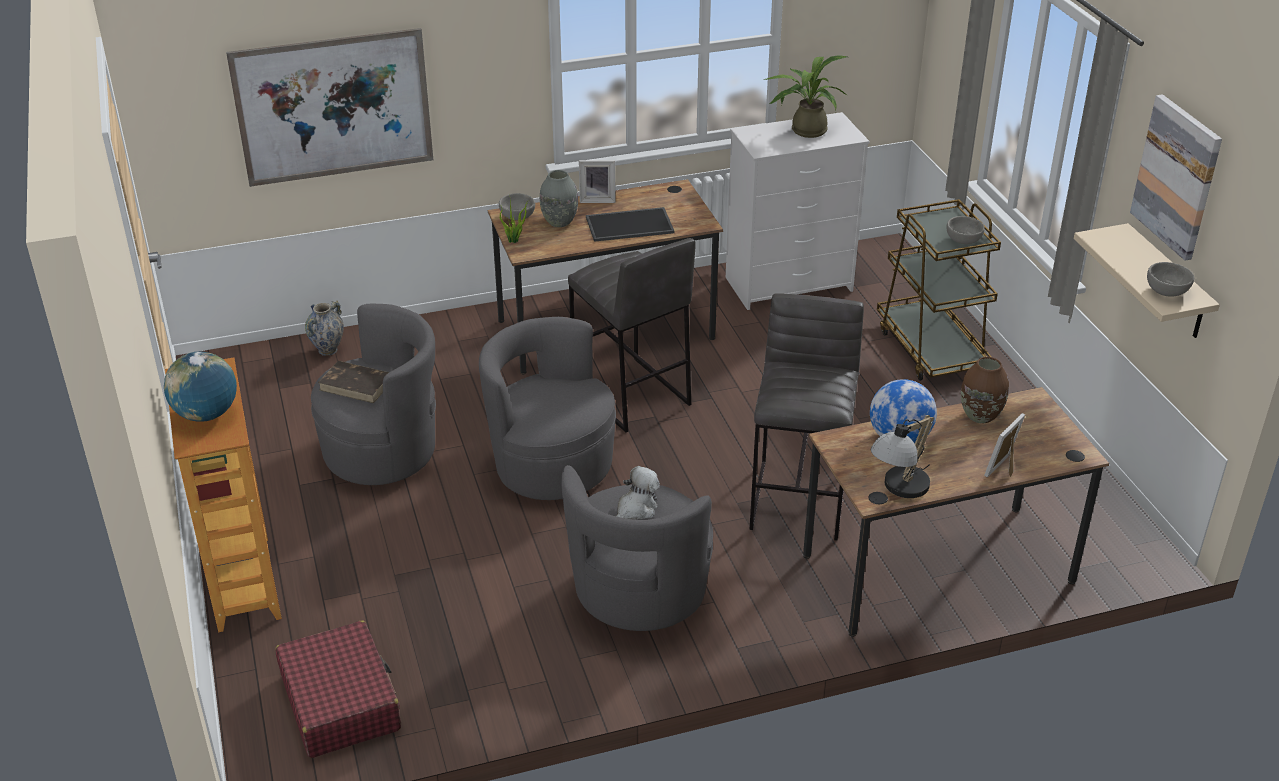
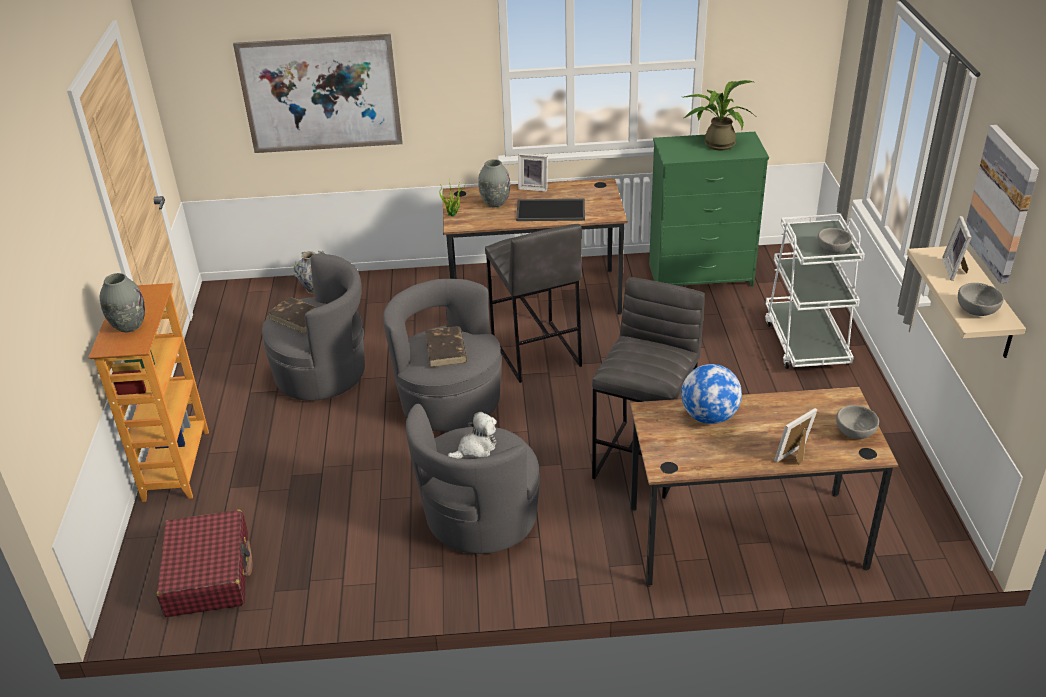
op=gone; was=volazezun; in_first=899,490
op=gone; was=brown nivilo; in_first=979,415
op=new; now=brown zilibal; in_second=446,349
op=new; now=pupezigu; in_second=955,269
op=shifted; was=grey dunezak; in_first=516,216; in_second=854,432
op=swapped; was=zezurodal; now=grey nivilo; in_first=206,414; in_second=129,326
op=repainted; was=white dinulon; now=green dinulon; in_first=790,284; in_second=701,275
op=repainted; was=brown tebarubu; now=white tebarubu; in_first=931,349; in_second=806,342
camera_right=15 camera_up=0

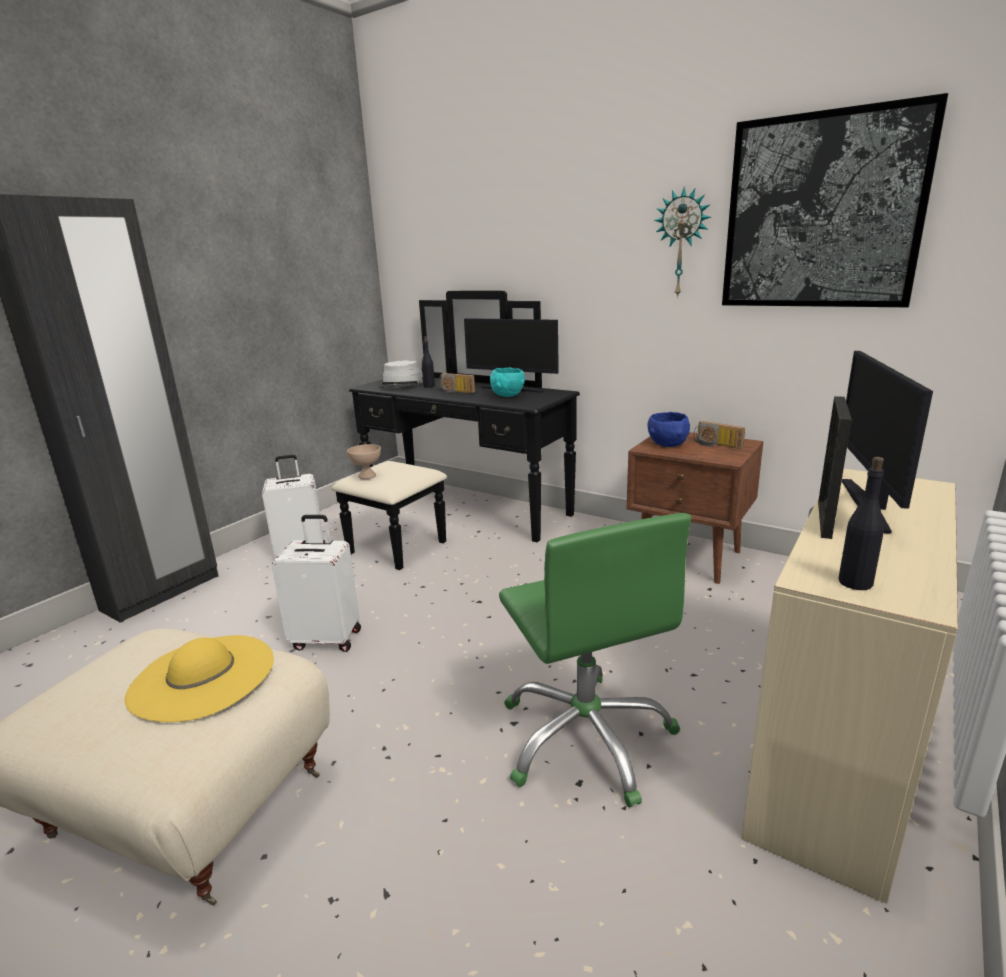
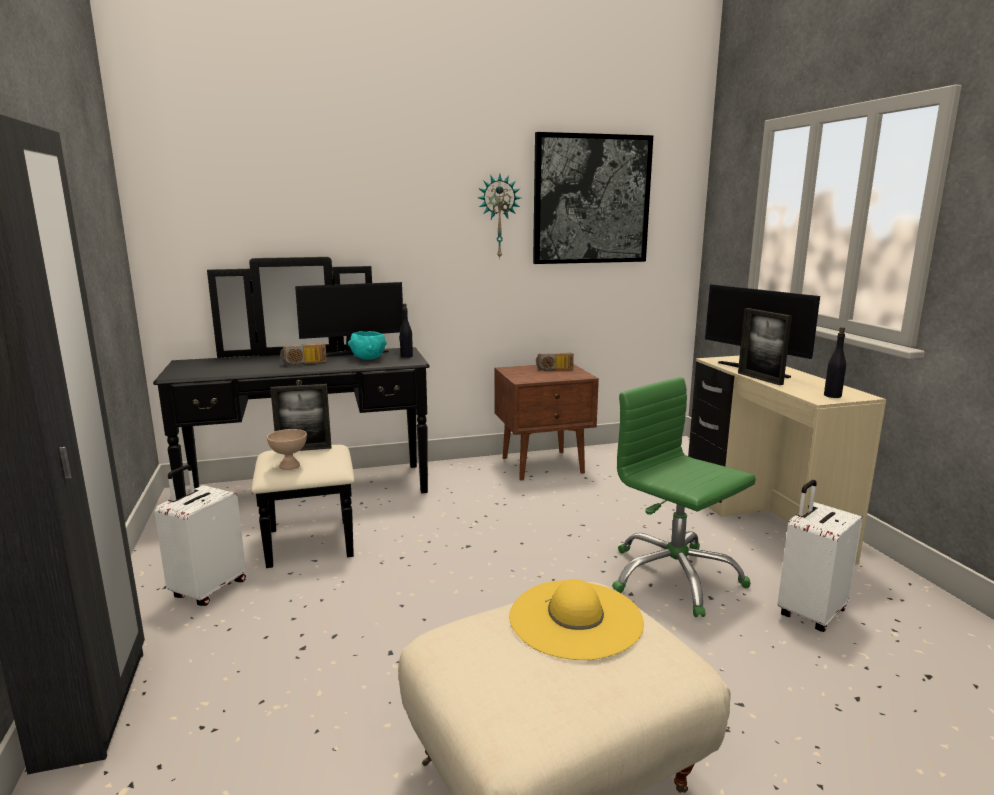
op=gone; was=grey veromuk; in_first=401,384
op=gone; was=blue dunezak; in_first=667,445
op=new; now=pupezigu; in_second=304,449
op=shifted; was=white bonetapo; in_first=327,638; in_second=810,613
op=shifted; was=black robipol; in_first=429,386; in_second=406,356
op=rotated; was=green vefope; in_first=586,737; in_second=674,577; clockwise=-150
camera_right=-50 camera_up=-5

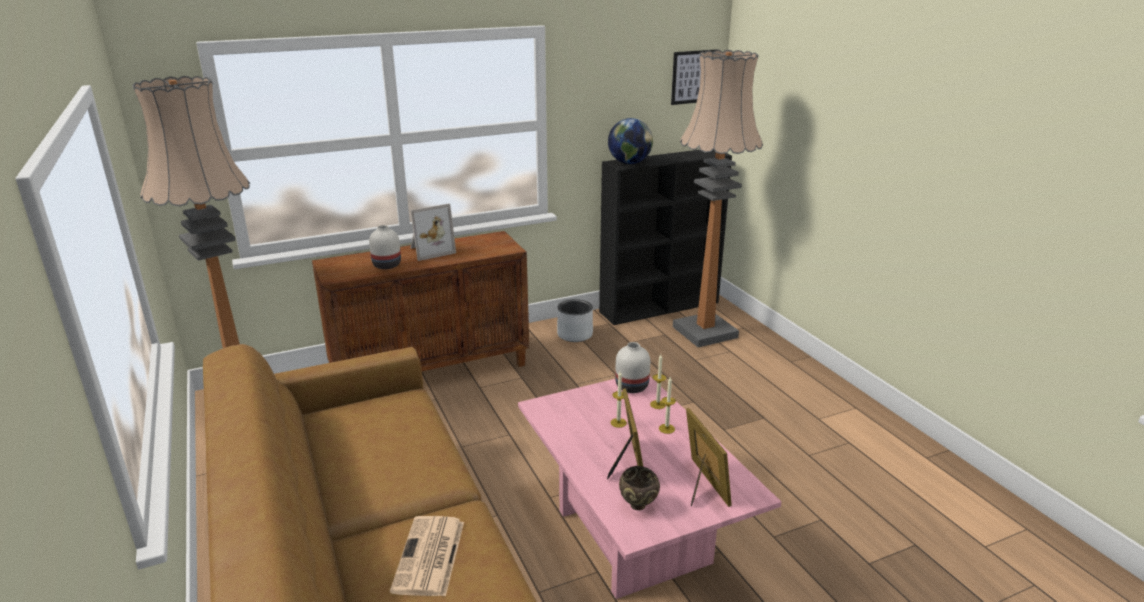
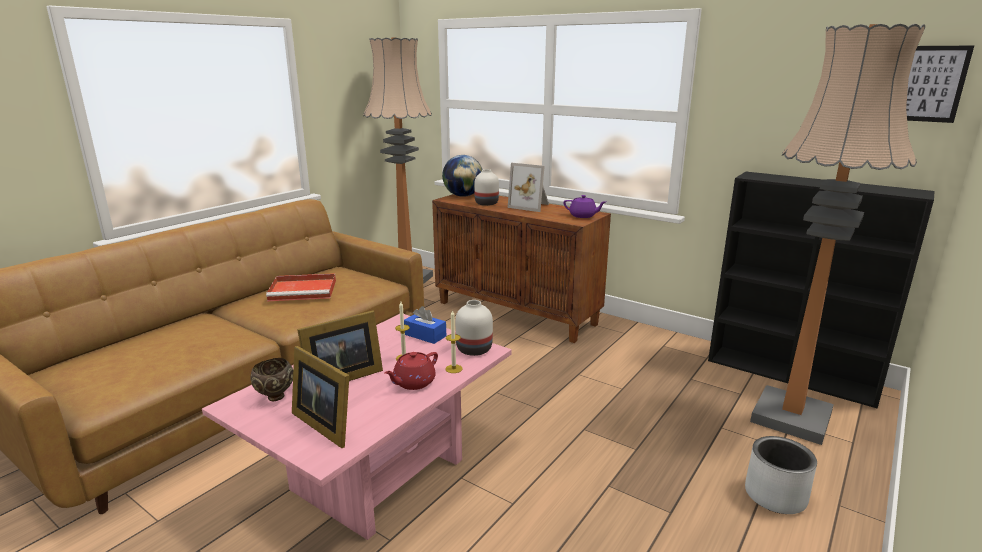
op=gone; was=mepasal; in_first=429,557
op=new; now=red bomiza; in_second=304,290
op=new; now=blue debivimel; in_second=425,335
op=new; now=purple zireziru; in_second=583,216
op=shifted; was=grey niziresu; in_first=574,335; in_second=774,496
op=shifted; was=zezurodal; in_first=629,163; in_second=463,196
op=swapped; was=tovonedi; now=red zireziru; in_first=666,428; in_second=413,383
op=rotated; was=pupezigu; in_first=702,485; in_second=325,423; clockwise=90
camera_right=60 camera_up=-5

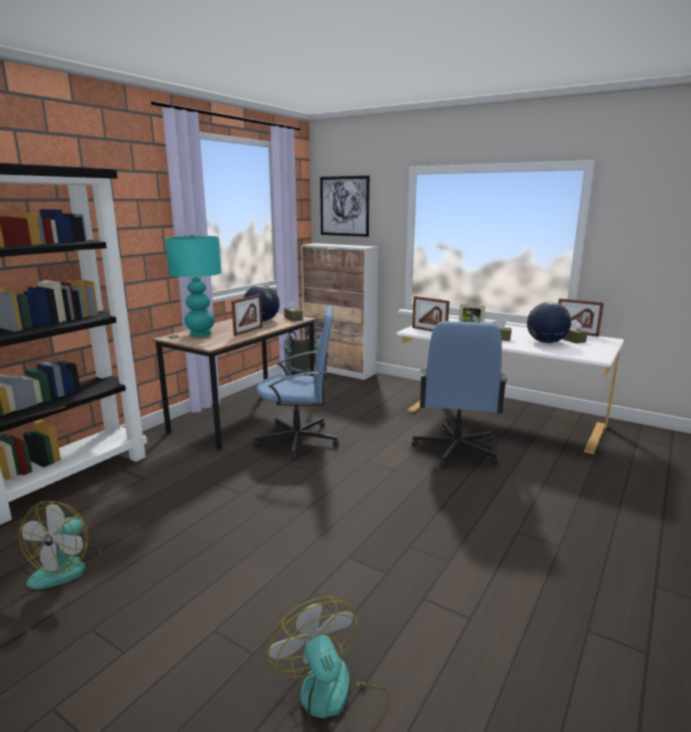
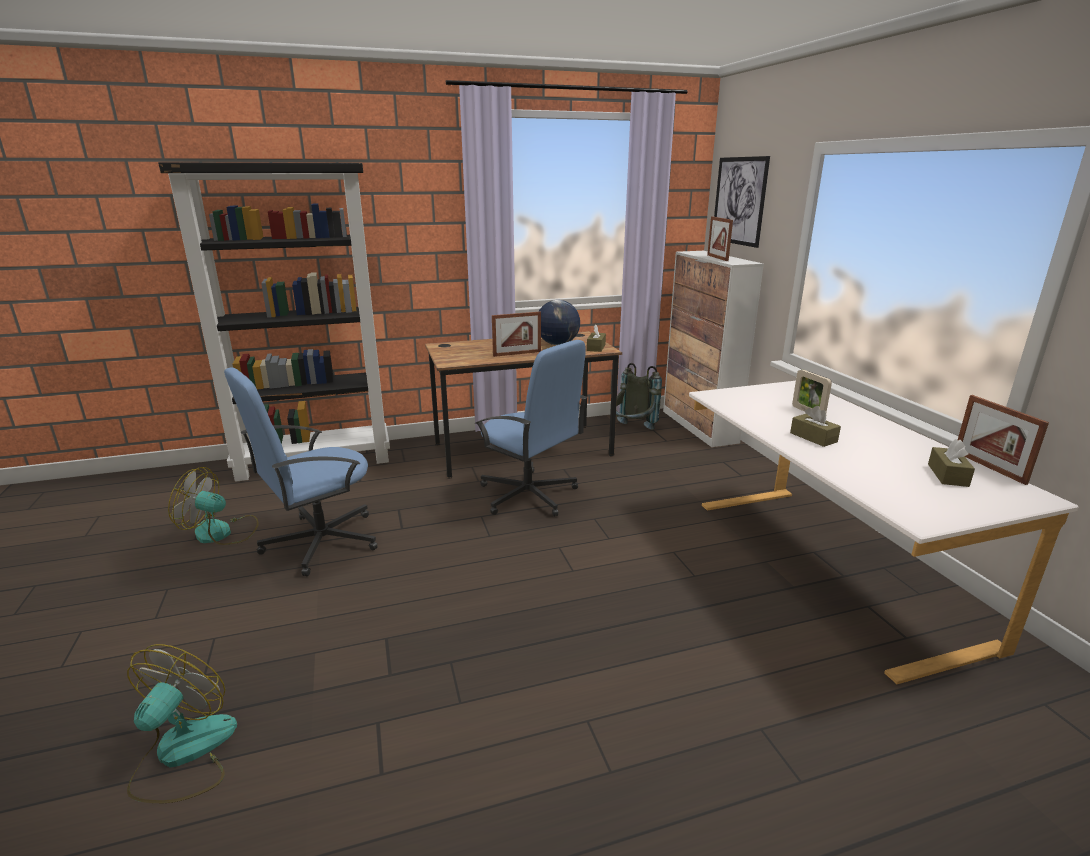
op=gone; was=turquoise volazezun; in_first=201,334
op=gone; was=zezurodal; in_first=546,342
op=shifted; was=blue vefope; in_first=455,450; in_second=320,542
op=shifted; was=pupezigu; in_first=429,330; in_second=717,258
op=rotated; was=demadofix; in_first=67,566; in_second=222,533; clockwise=45
camera_right=40 camera_up=5

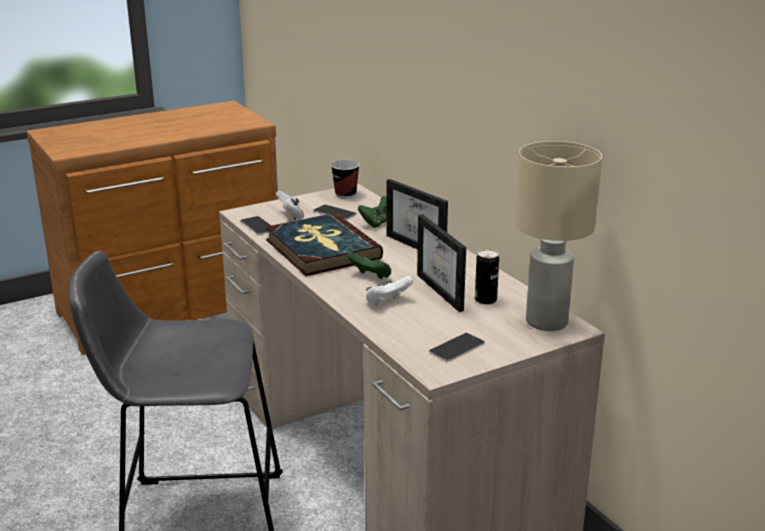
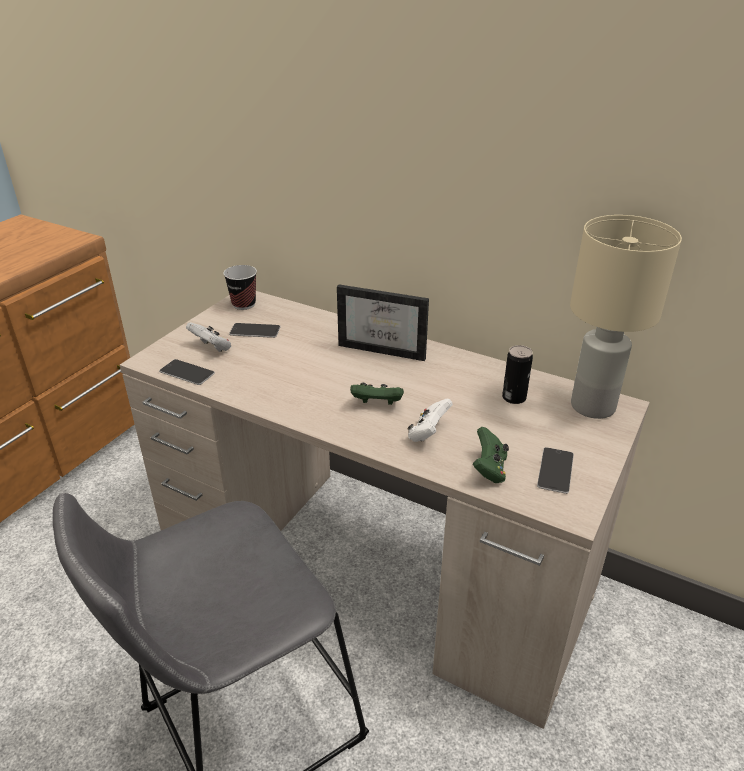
op=gone; was=zilibal; in_first=322,249
op=gone; was=pupezigu; in_first=448,291
op=shifted; was=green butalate; in_first=378,223; in_second=489,469
camera_right=-30 camera_up=10

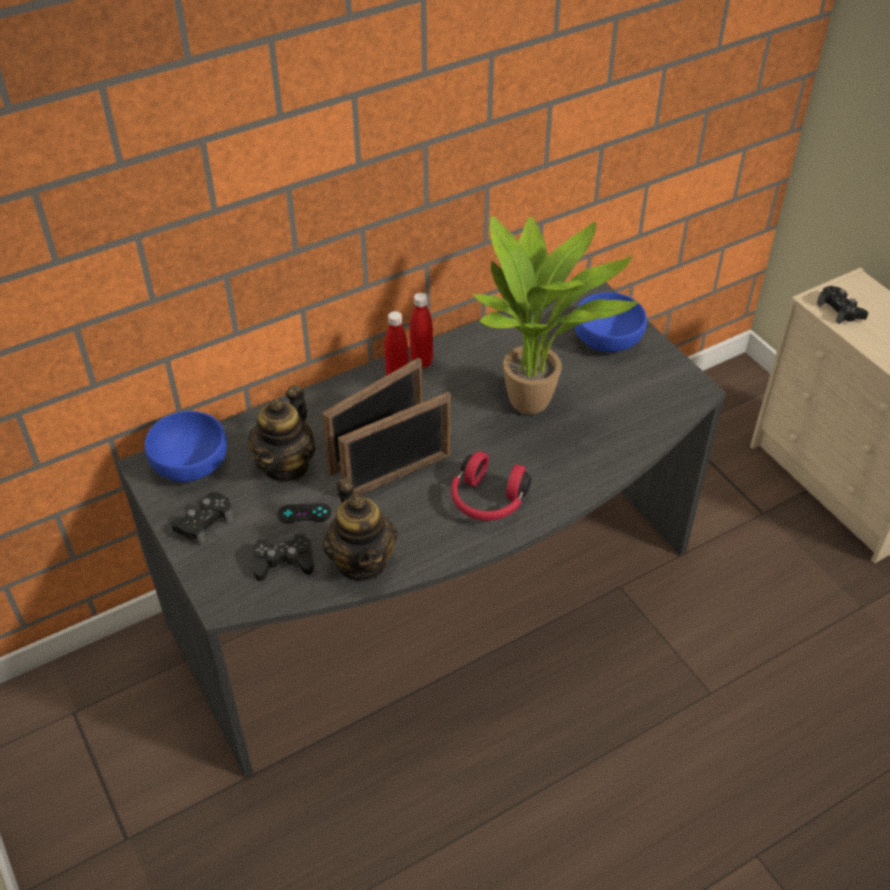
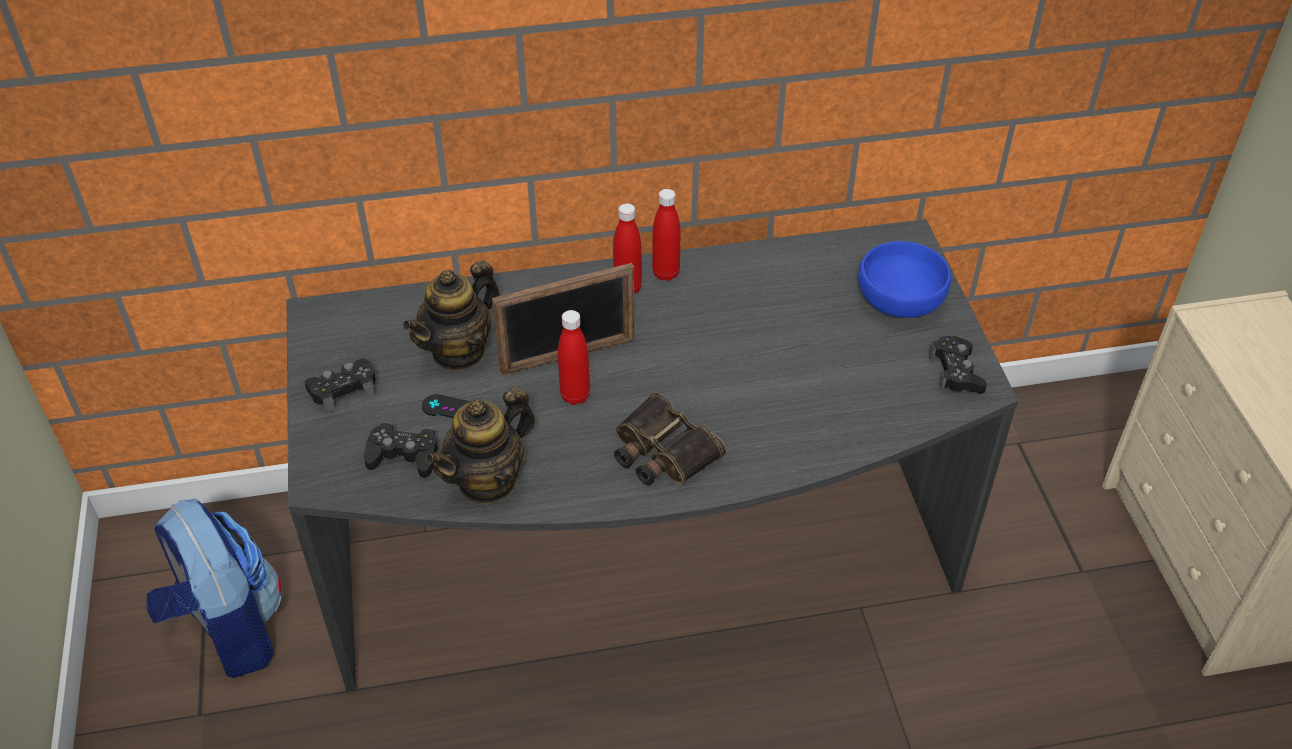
op=gone; was=blue dunezak; in_first=189,463
op=gone; was=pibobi; in_first=536,403
op=new; now=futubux; in_second=228,630
op=shifted; was=black butalate; in_first=840,310; in_second=956,372
op=swapped; was=pupezigu; now=red robipol; in_first=398,476; in_second=575,396
op=swapped; was=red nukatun; now=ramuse; in_first=487,501; in_second=661,451
op=rotated; was=zireziru; in_first=362,562; in_second=488,481; clockwise=45
camera_right=20 camera_up=0

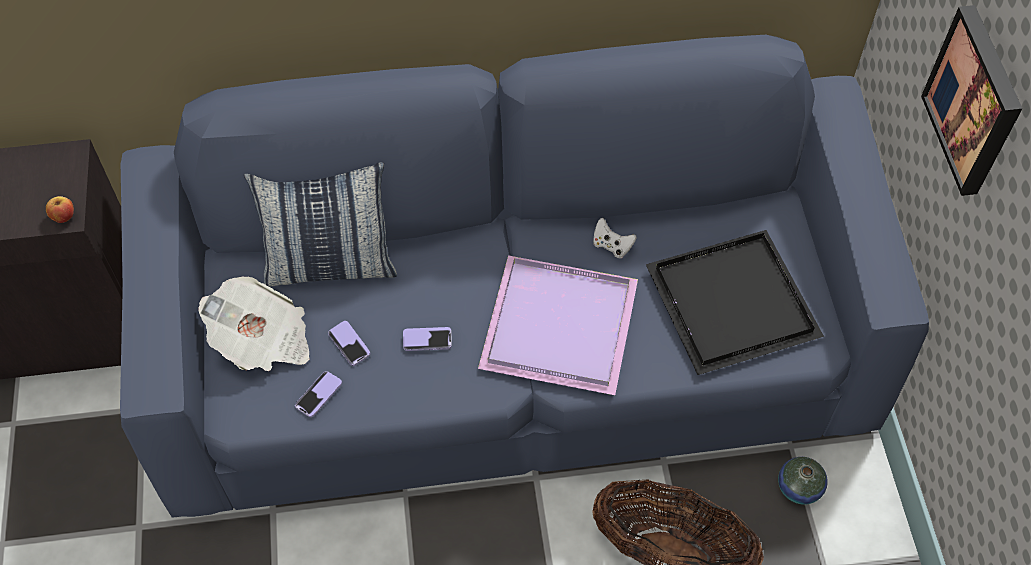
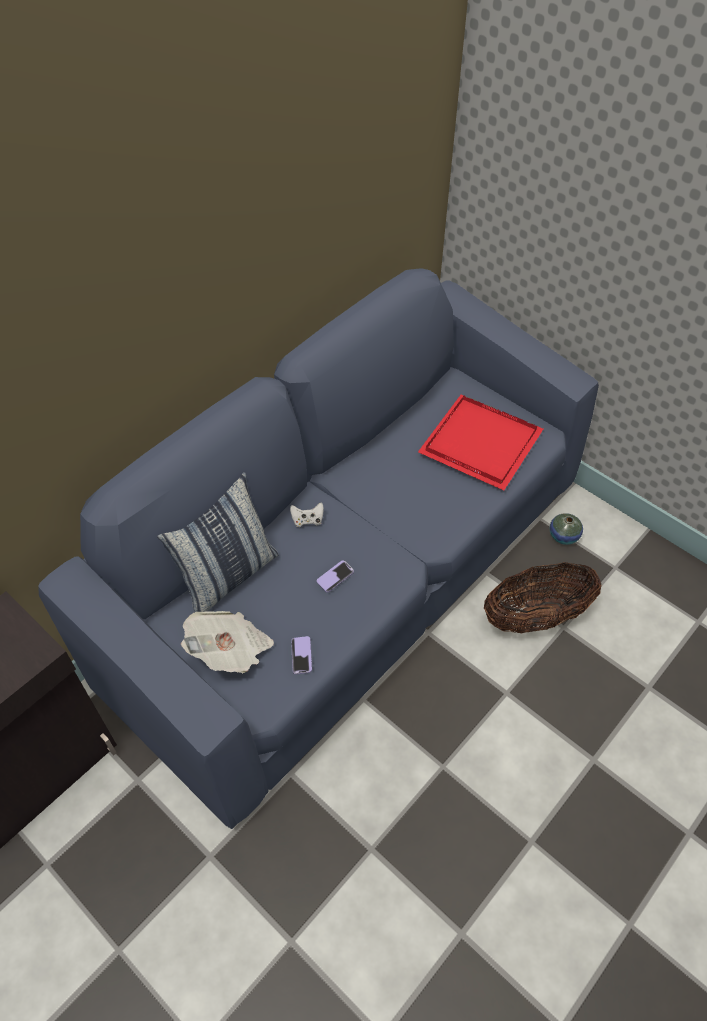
op=gone; was=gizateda; in_first=63,216
op=gone; was=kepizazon; in_first=349,344
op=gone; was=purple bomiza; in_first=562,324
op=gone; was=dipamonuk; in_first=976,101
op=shifted; was=white butalate; in_first=612,246; in_second=307,520
op=repainted; was=black bomiza; now=red bomiza; in_first=728,301; in_second=478,443
camera_right=-40 camera_up=-5

